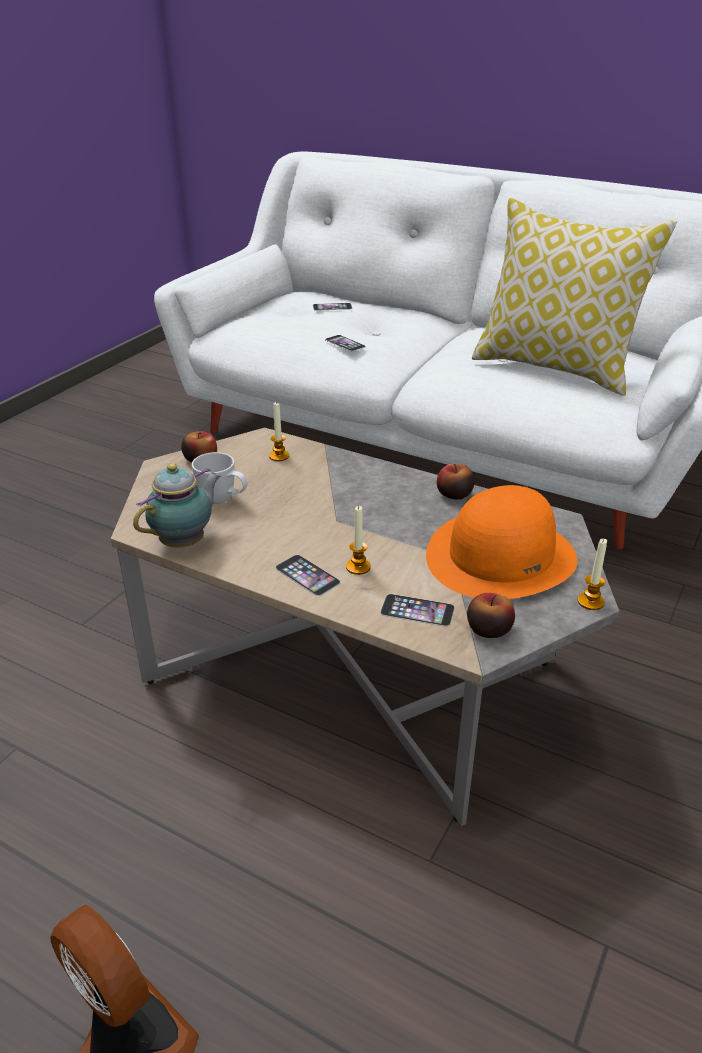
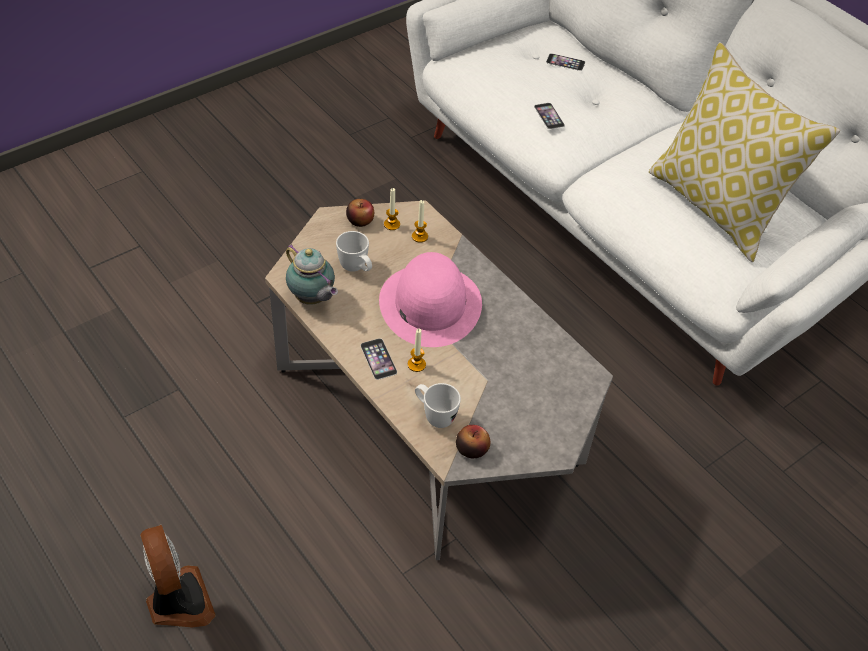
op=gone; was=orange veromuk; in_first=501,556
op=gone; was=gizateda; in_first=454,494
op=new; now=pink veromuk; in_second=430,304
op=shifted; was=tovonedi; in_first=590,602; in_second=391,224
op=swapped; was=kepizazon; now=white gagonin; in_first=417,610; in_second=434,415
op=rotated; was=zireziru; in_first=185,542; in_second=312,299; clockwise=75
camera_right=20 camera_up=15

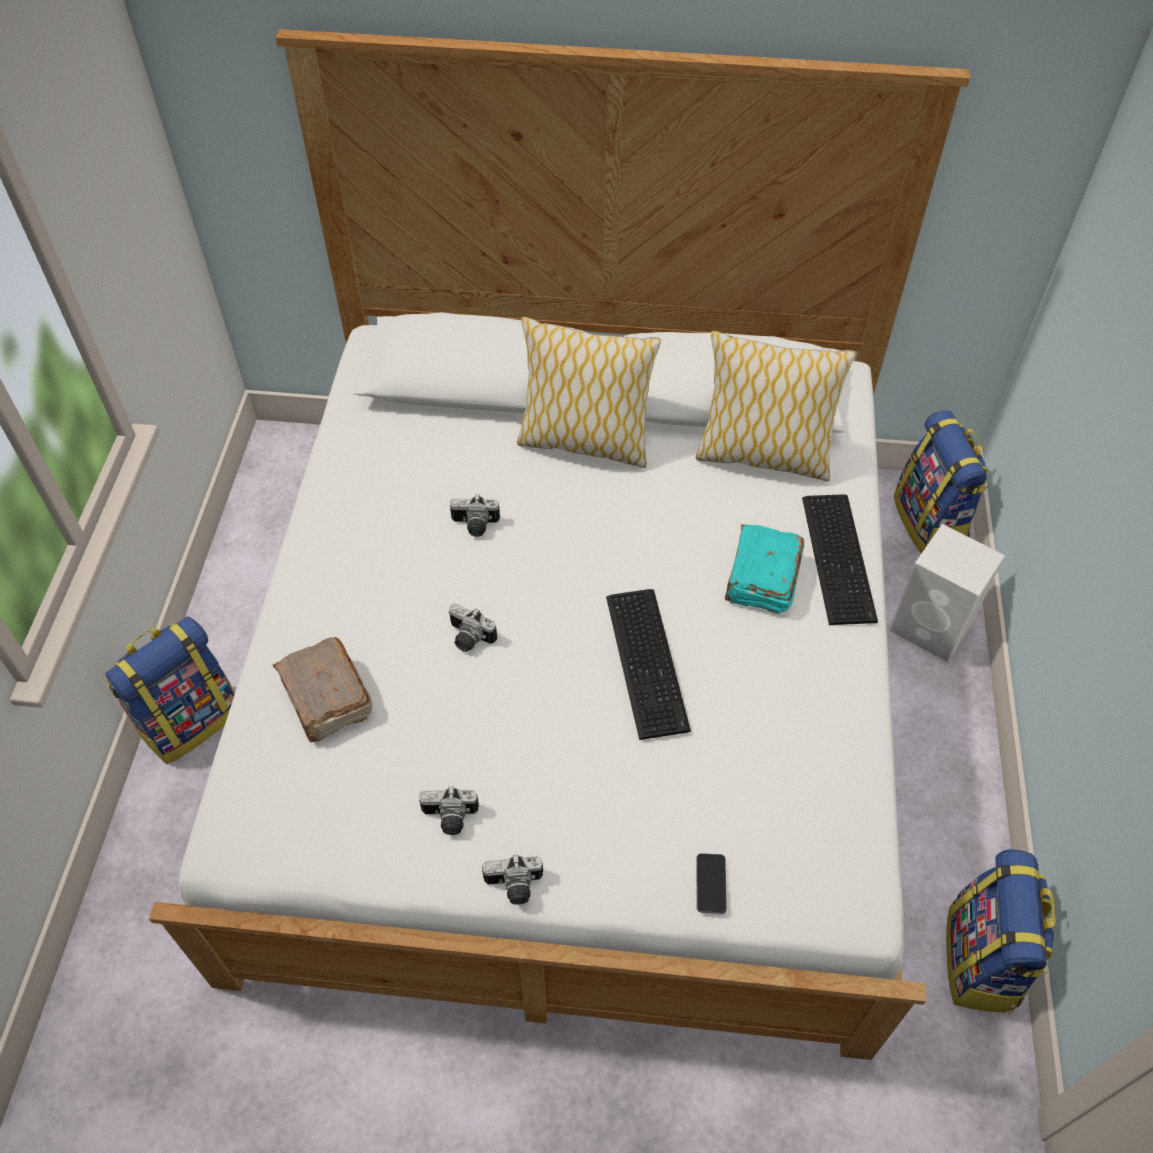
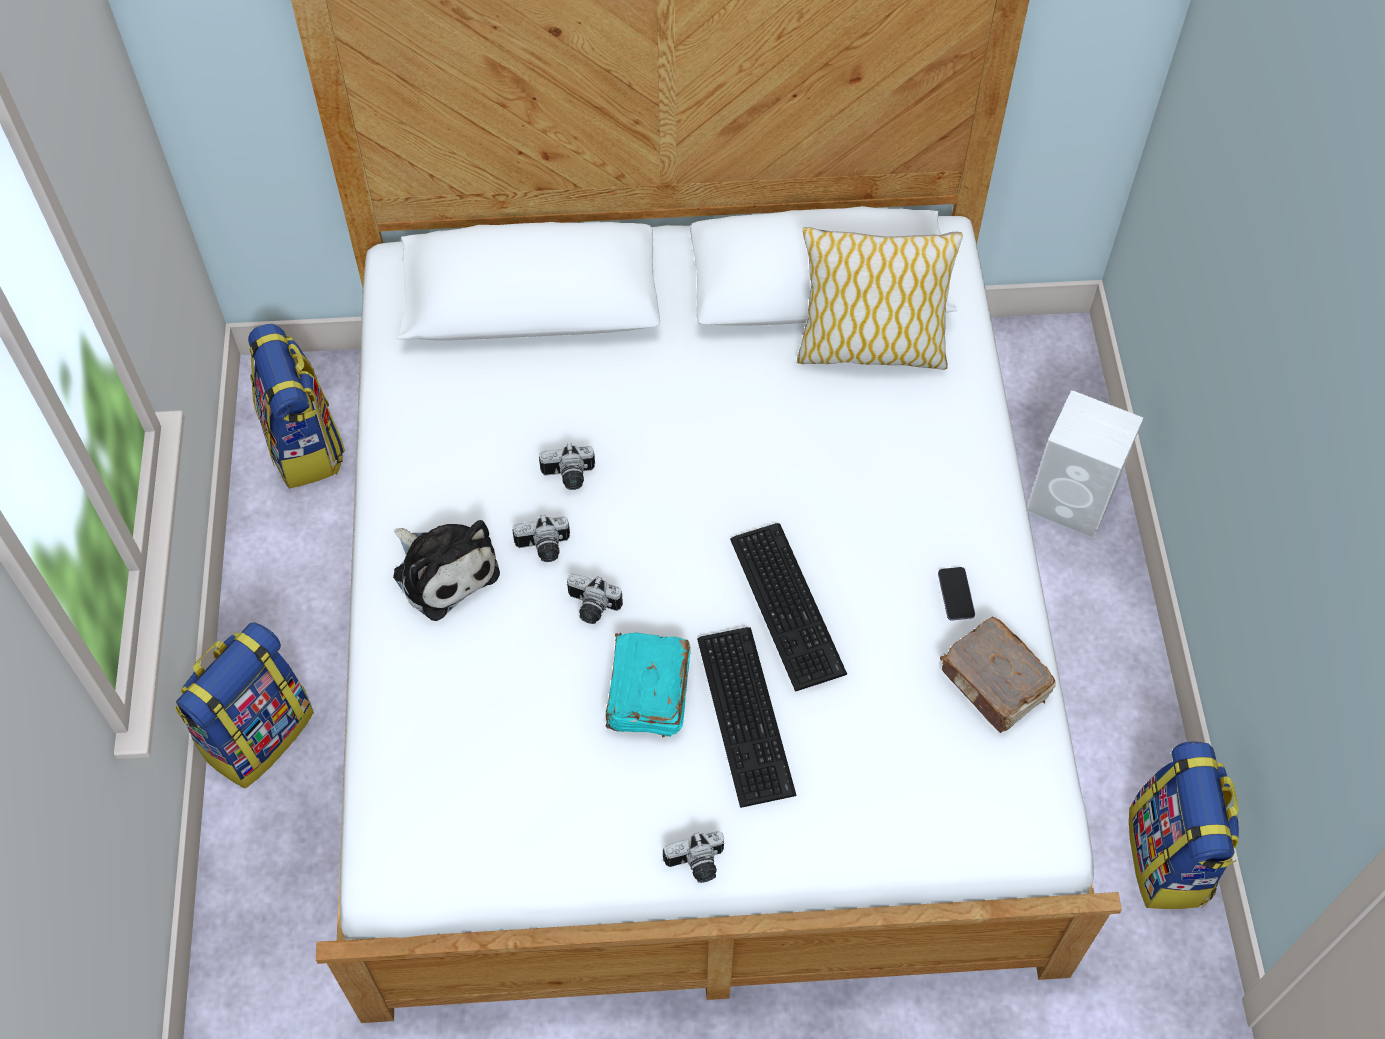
op=gone; was=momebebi; in_first=584,442
op=new; now=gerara; in_second=443,570
op=shifted; was=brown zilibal; in_first=326,699; in_second=994,684
op=shifted; was=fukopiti; in_first=449,819; in_second=544,548
op=shifted; was=kepizazon; in_first=711,884; in_second=956,594
op=shifted; was=turquoise zilibal; in_first=761,579; in_second=647,694
op=shifted; was=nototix; in_first=840,556; in_second=748,712
op=shifted; was=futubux; in_first=930,522; in_second=305,445
camera_right=-10 camera_up=5

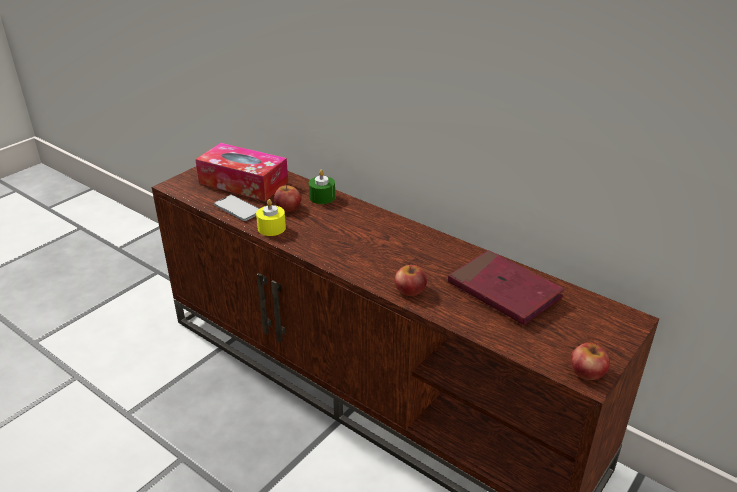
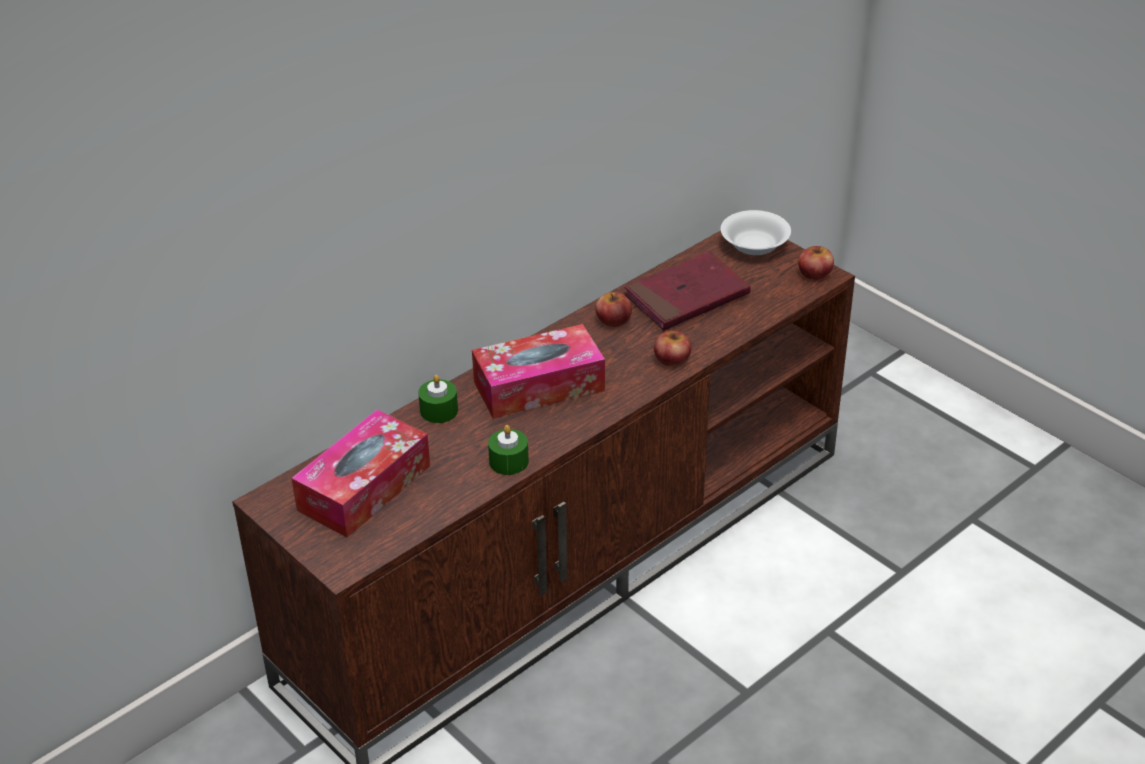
op=gone; was=kepizazon; in_first=238,209
op=new; now=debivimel; in_second=539,386
op=new; now=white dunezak; in_second=755,246
op=shifted; was=gizateda; in_first=288,207; in_second=613,320
op=repainted; was=yellow tovonedi; now=green tovonedi; in_first=271,228; in_second=508,461
camera_right=-80 camera_up=5

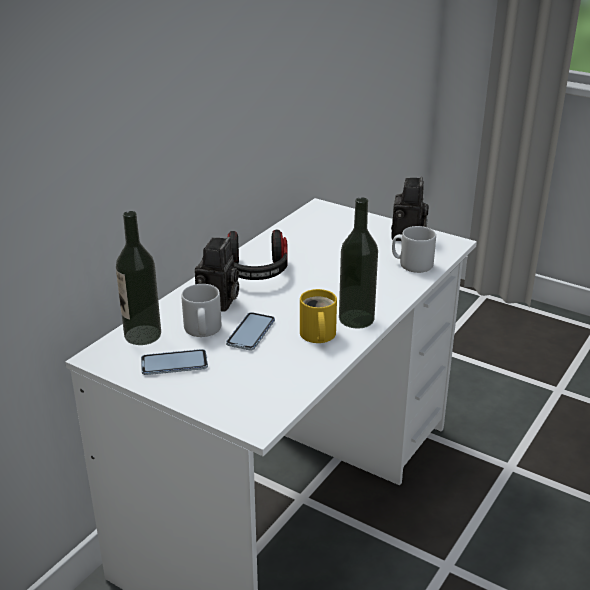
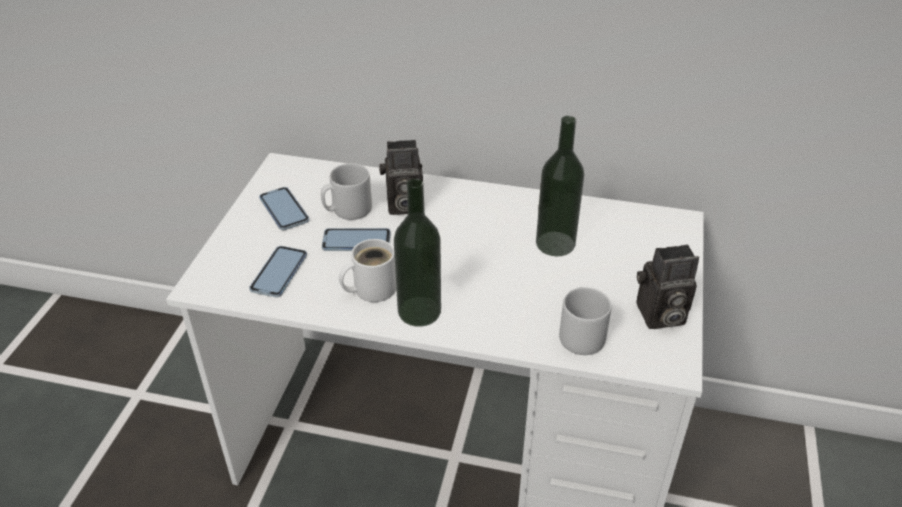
op=gone; was=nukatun; in_first=256,272
op=new; now=kepizazon; in_second=279,273
op=shifted; was=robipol; in_first=142,335; in_second=555,243
op=repainted; was=yellow gagonin; now=white gagonin; in_first=316,335; in_second=370,288
camera_right=70 camera_up=10

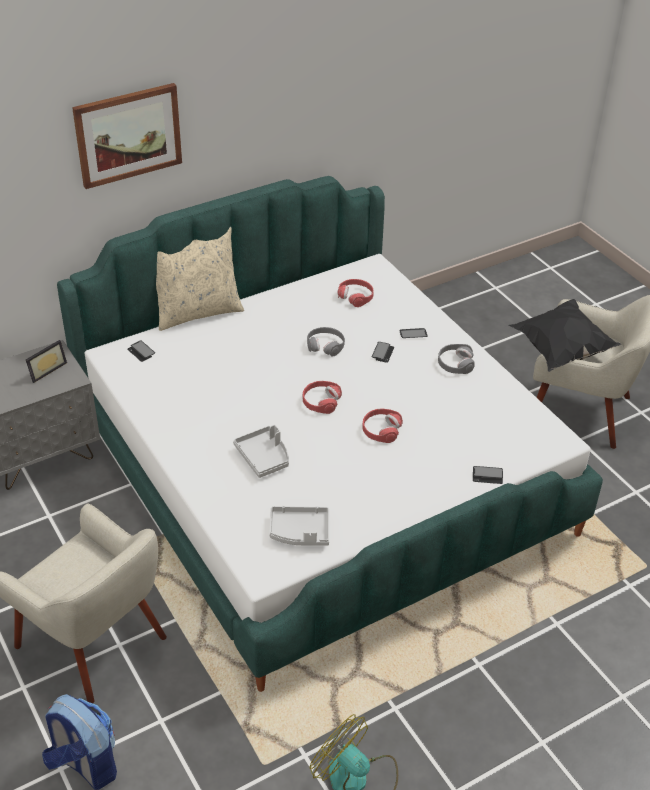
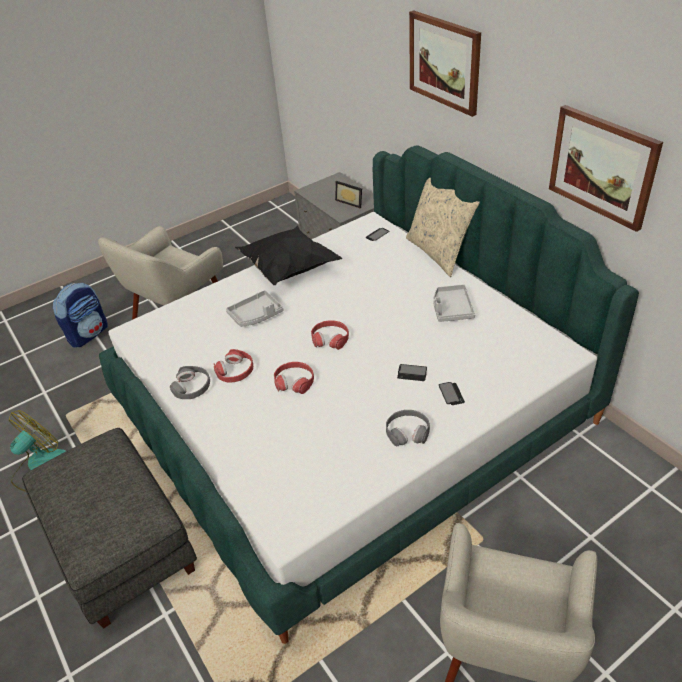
op=gone; was=kepizazon; in_first=487,475
op=new; now=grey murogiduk; in_second=123,546
op=new; now=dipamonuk; in_second=602,166
op=shifted; was=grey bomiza; in_first=300,532; in_second=451,309
op=shifted; was=grey nukatun; in_first=325,345; in_second=192,387
op=shifted; was=red nukatun; in_first=355,296; in_second=235,371
op=shifted; was=black momebebi; in_first=560,351; in_second=288,269
camera_right=90 camera_up=0

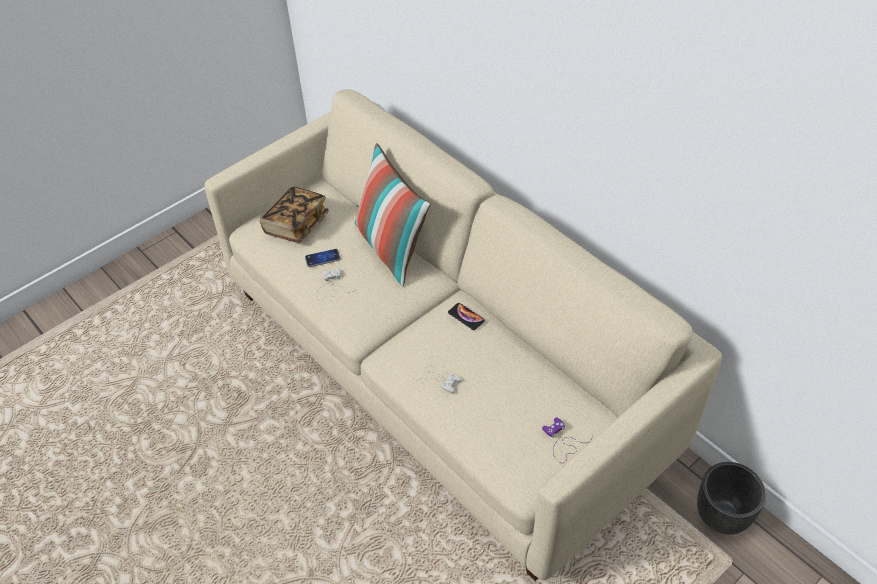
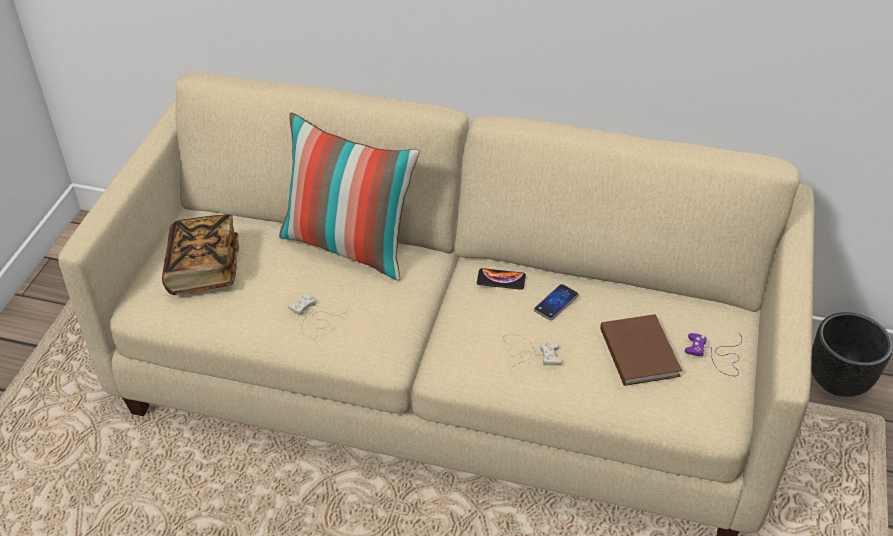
op=new; now=brown zilibal; in_second=639,350
op=shifted; was=kepizazon; in_first=322,258; in_second=556,303
camera_right=-35 camera_up=-5

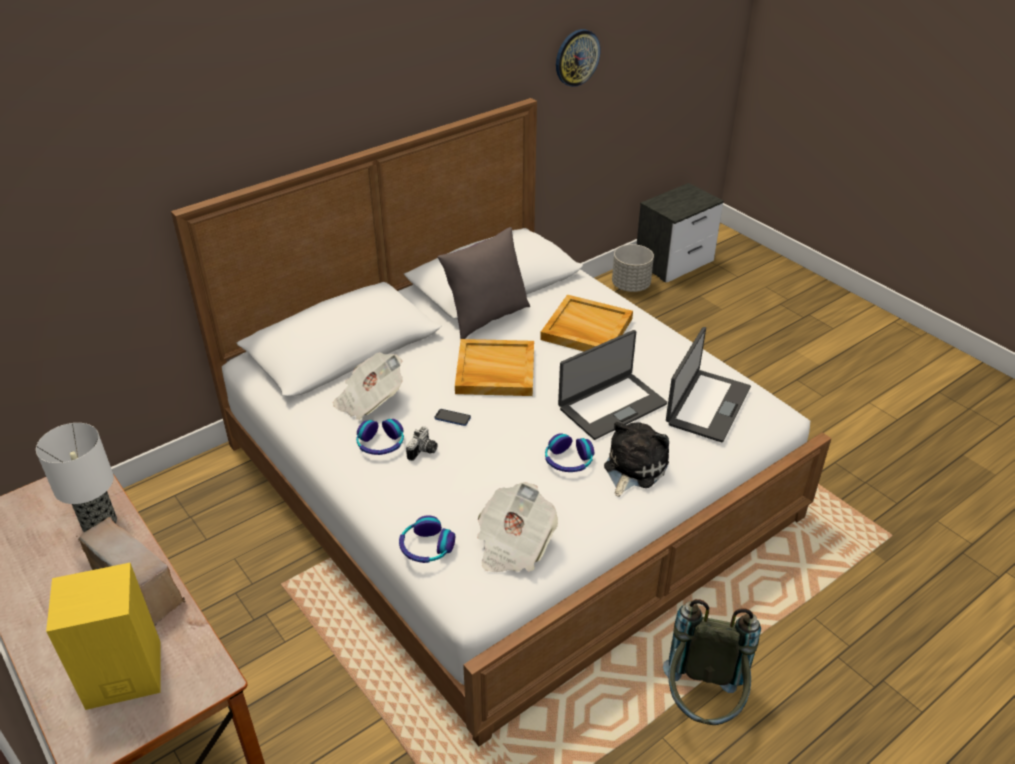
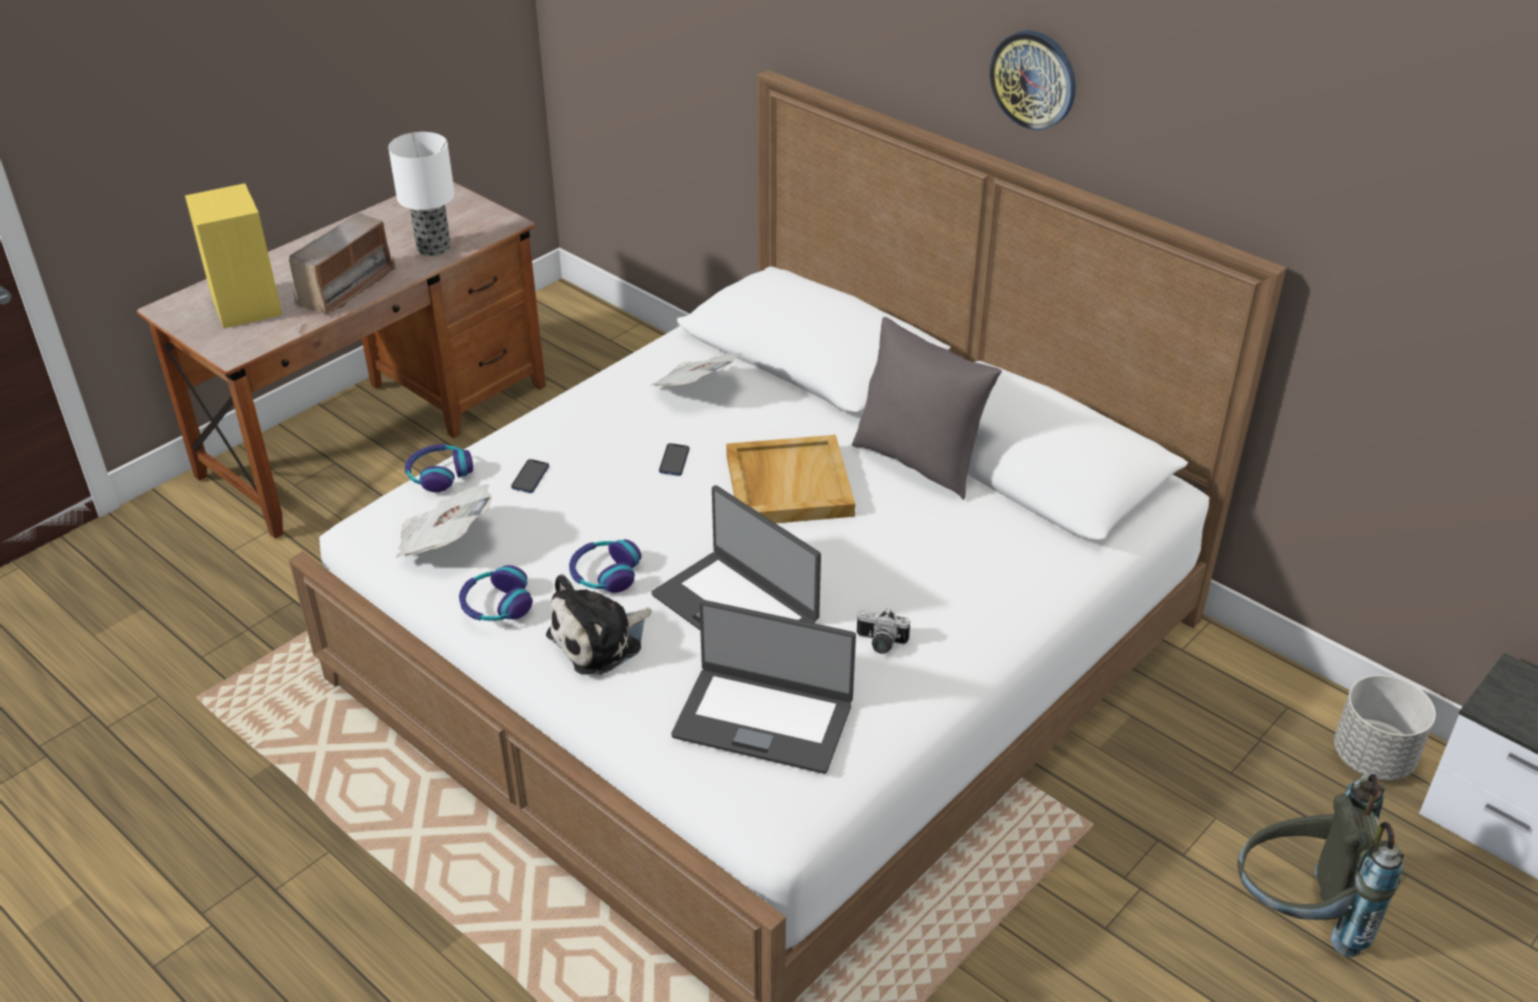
op=gone; was=beige bomiza; in_first=586,329
op=new; now=kepizazon; in_second=530,477
op=shifted; was=nukatun; in_first=380,444; in_second=496,605
op=shifted; was=fukopiti; in_first=424,451; in_second=880,643
op=shifted; was=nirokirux; in_first=576,57; in_second=1034,79
op=shifted; was=grey futubux; in_first=702,705; in_second=1297,915
op=rotated; was=gerara; in_first=633,468; in_second=600,640; clockwise=120
camera_right=80 camera_up=0

